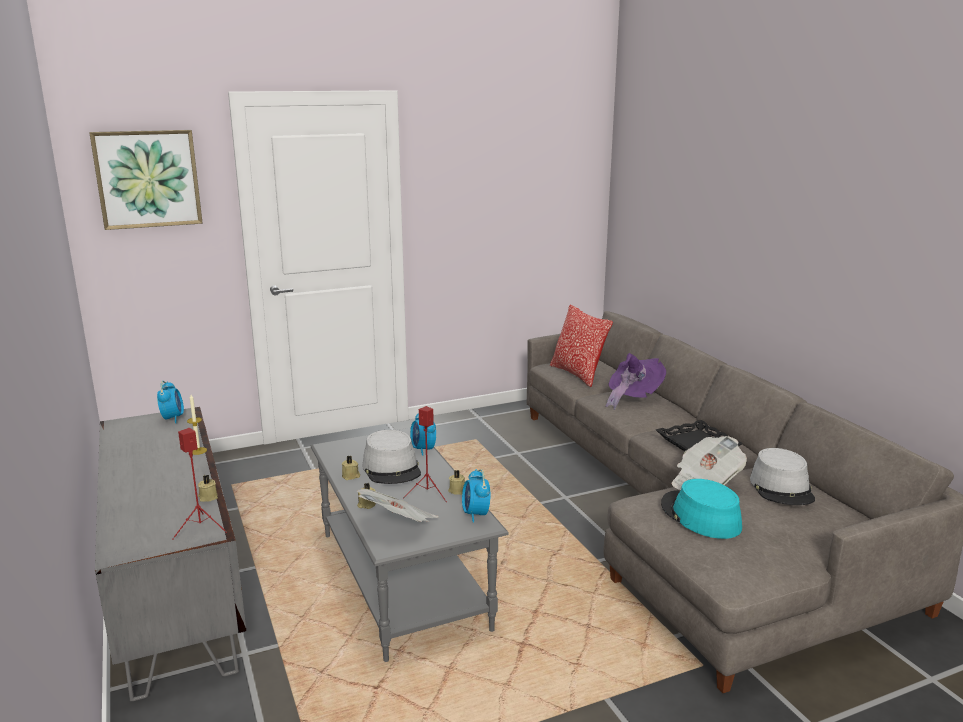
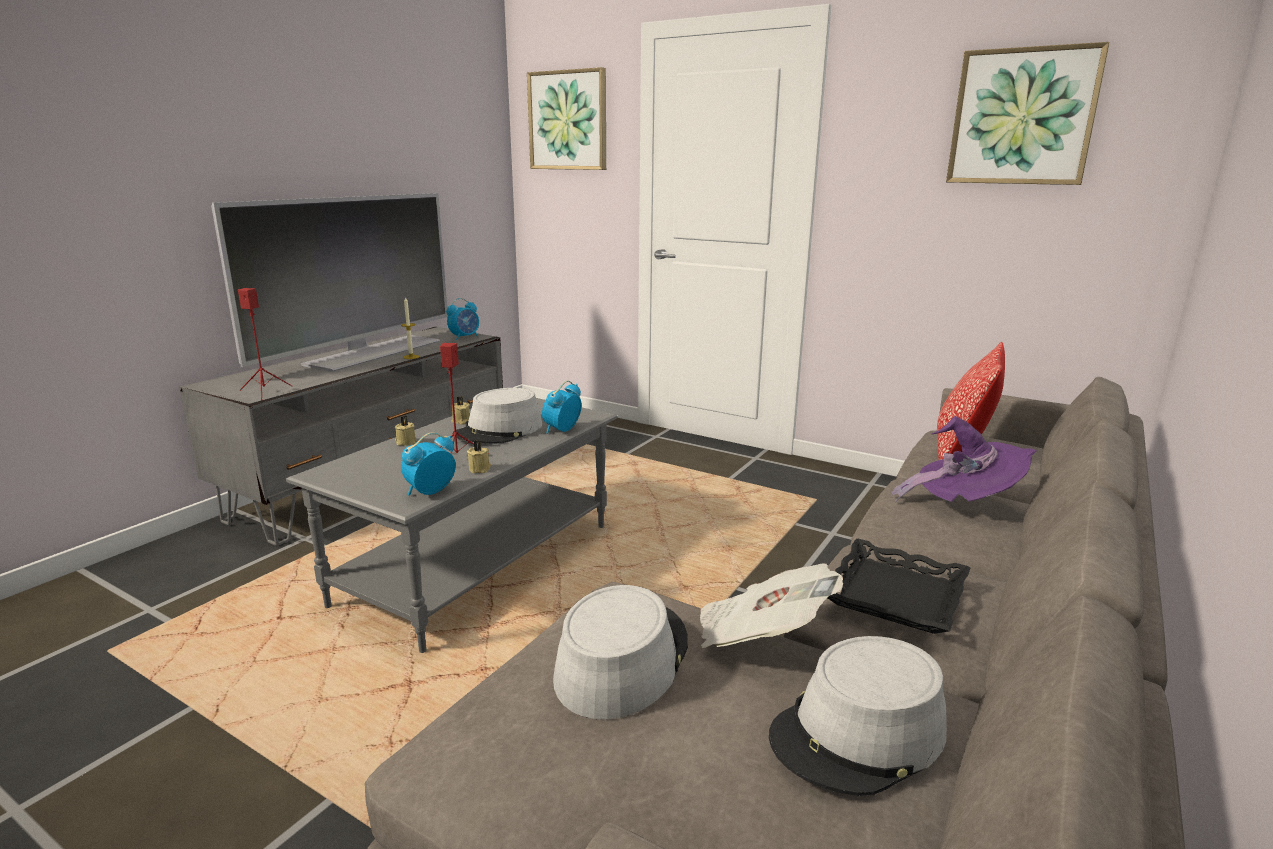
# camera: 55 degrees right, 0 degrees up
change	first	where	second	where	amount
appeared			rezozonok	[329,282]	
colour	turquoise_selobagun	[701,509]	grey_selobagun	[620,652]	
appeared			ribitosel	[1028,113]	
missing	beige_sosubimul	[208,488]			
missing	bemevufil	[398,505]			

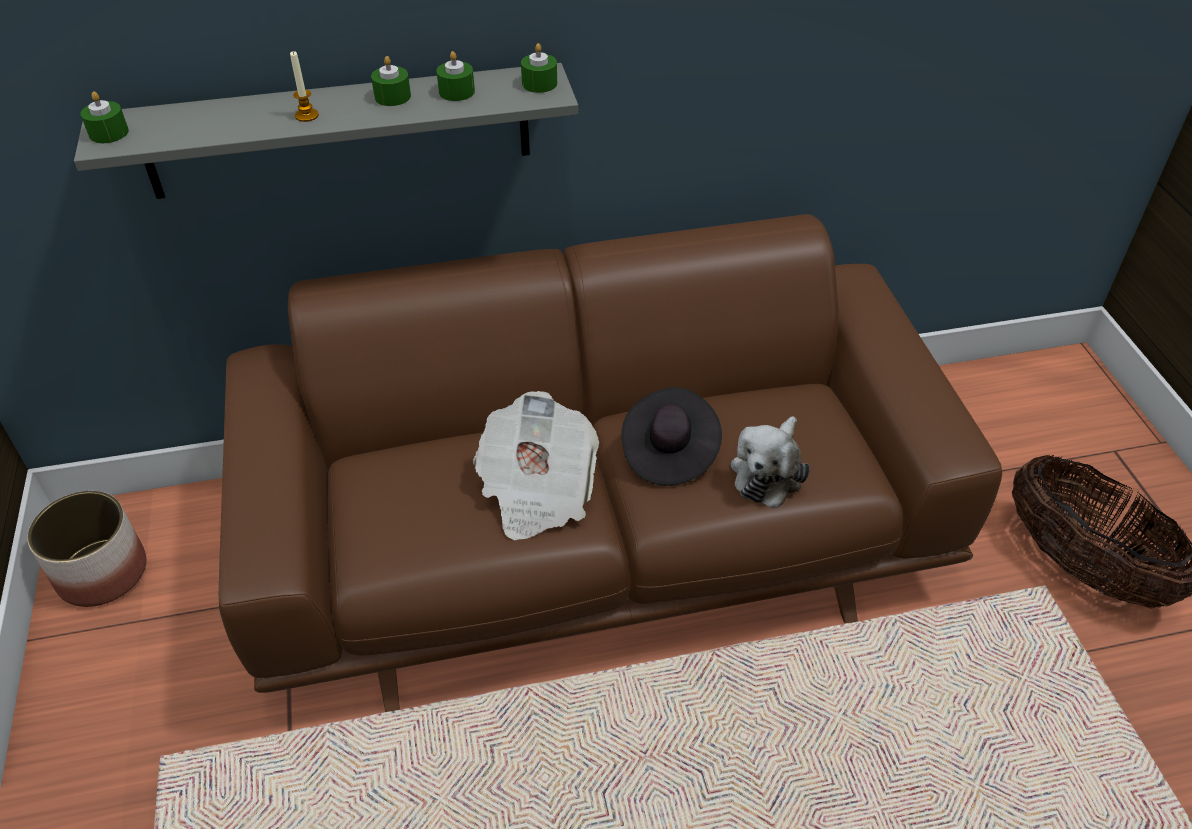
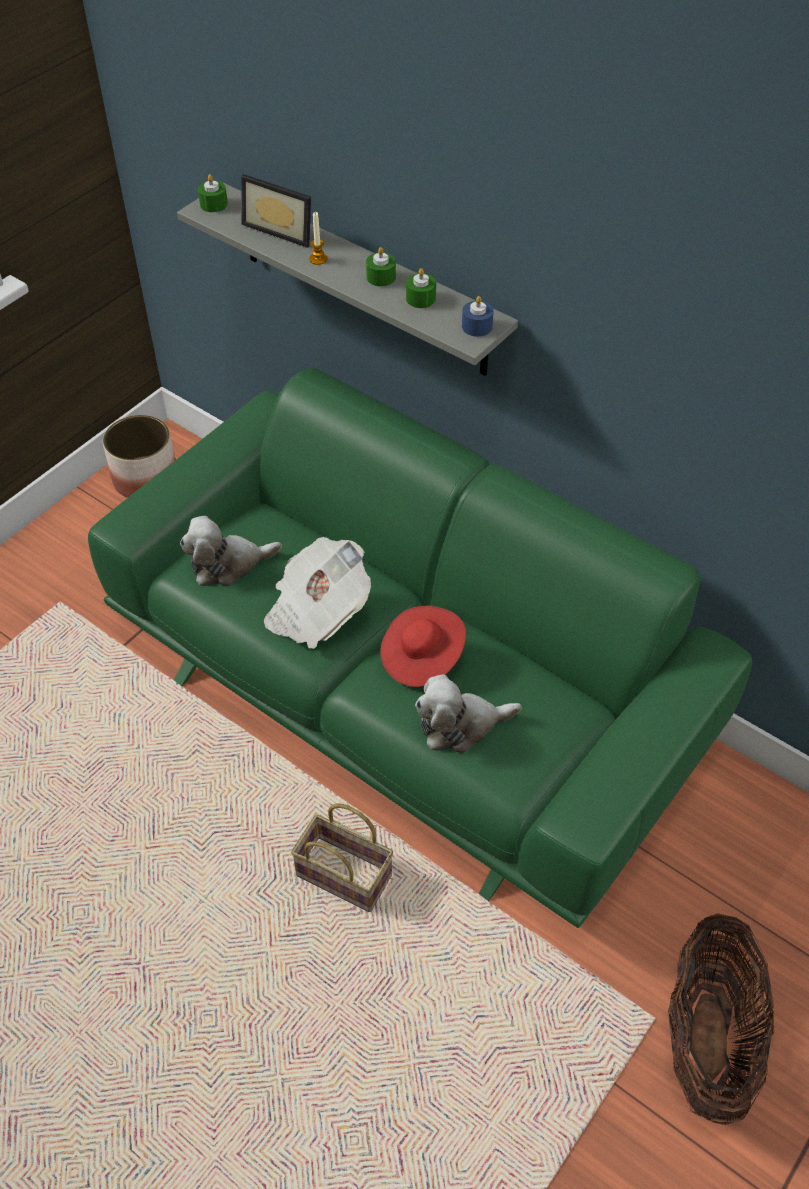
# camera: 50 degrees right, 5 degrees up
change	first	where	second	where	amount
colour	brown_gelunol	[610,463]	green_gelunol	[420,648]	
appeared			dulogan	[231,551]	
appeared			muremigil	[276,211]	
appeared			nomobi	[342,857]	
colour	black_selobagun	[671,436]	red_selobagun	[423,646]	
colour	green_sosubimul	[539,68]	blue_sosubimul	[478,316]	

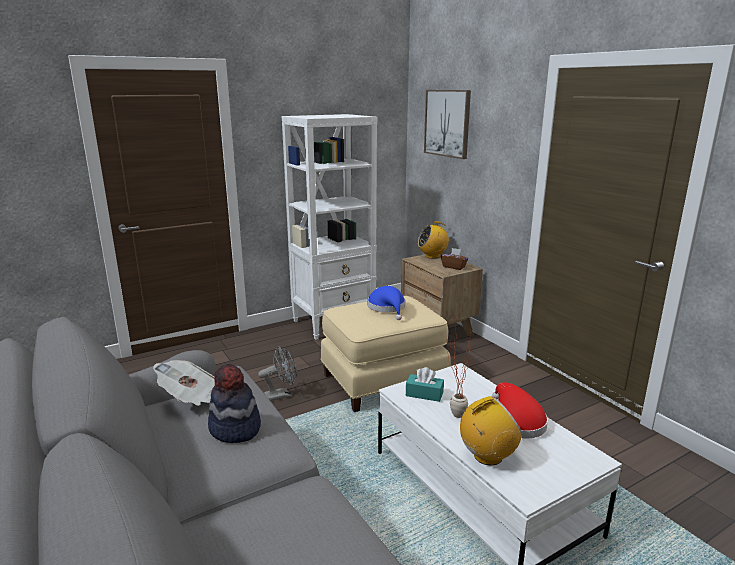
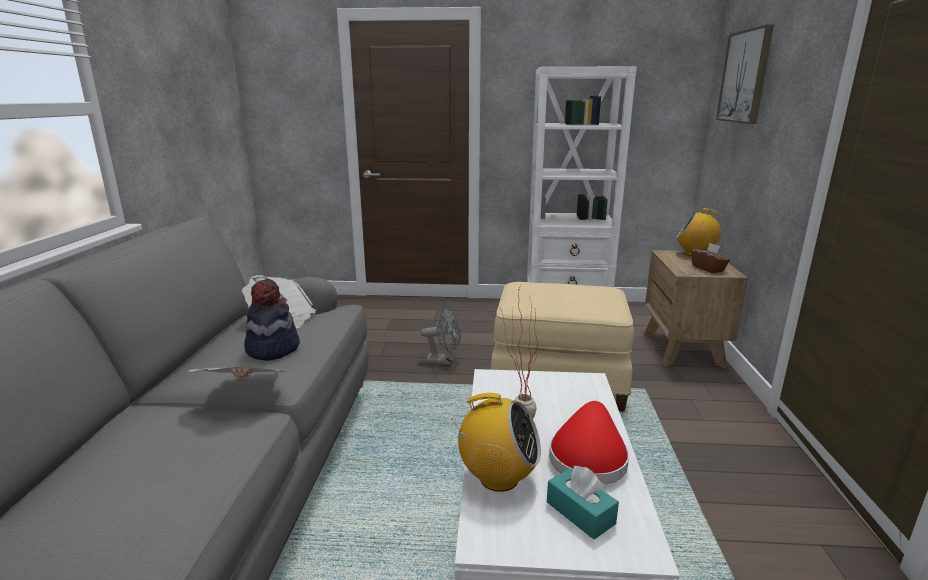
# camera: 35 degrees right, 0 degrees up
change	first	where	second	where	amount
appeared			bemevufil	[236,373]	
relocated	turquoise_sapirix	[425,384]		[583,502]	
missing	blue_selobagun	[386,303]			

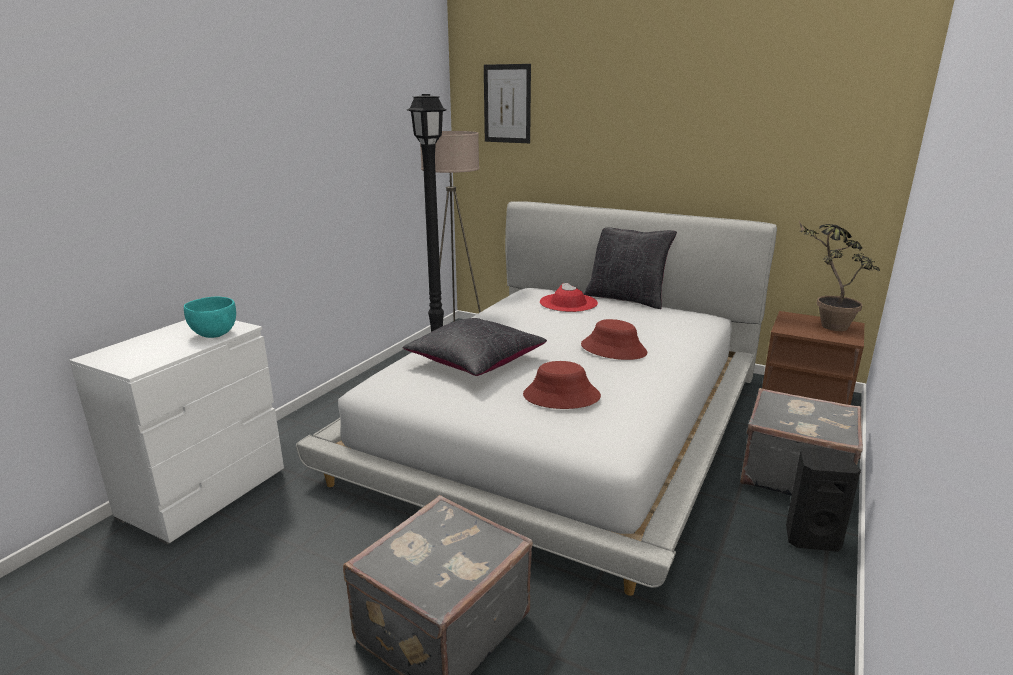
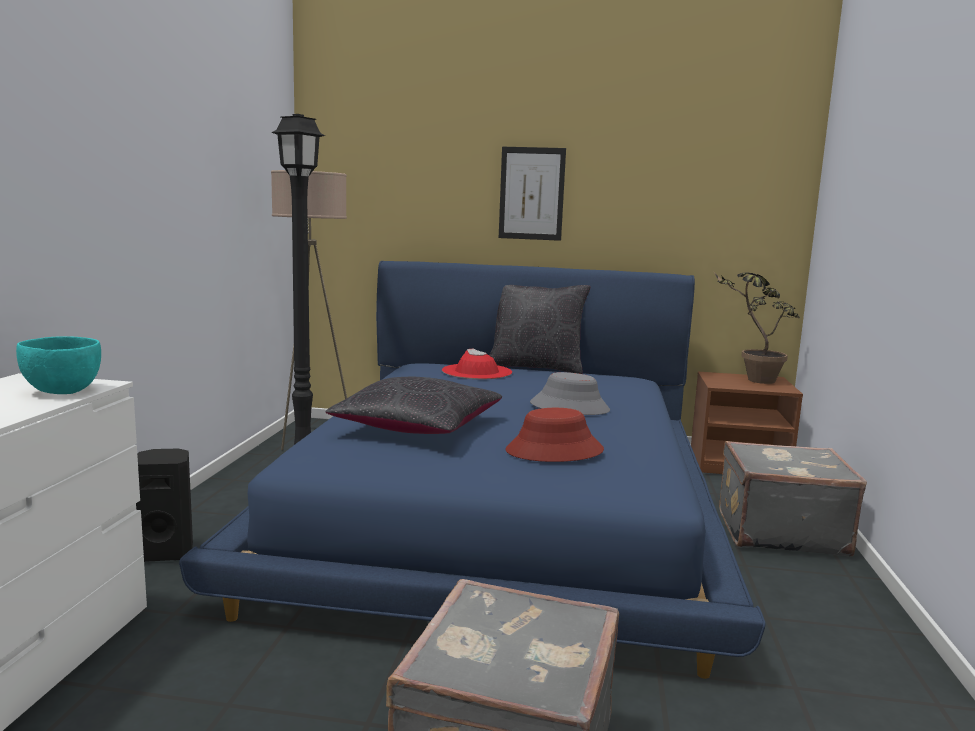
# camera: 20 degrees left, 10 degrees down
change	first	where	second	where	amount
relocated	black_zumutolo	[823,499]		[164,505]	
colour	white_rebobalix	[536,398]	blue_rebobalix	[472,470]	
relocated	ribitosel	[507,103]		[532,194]	
colour	red_selobagun	[614,339]	grey_selobagun	[570,393]	

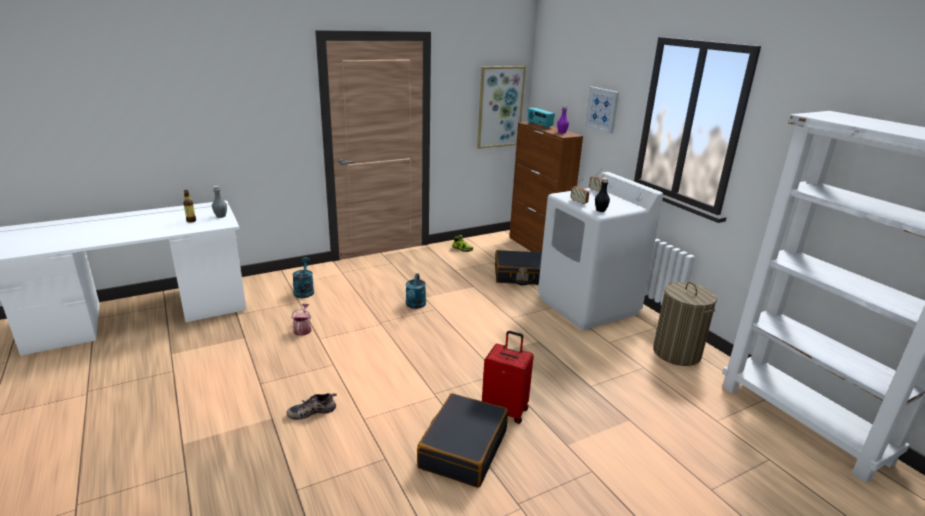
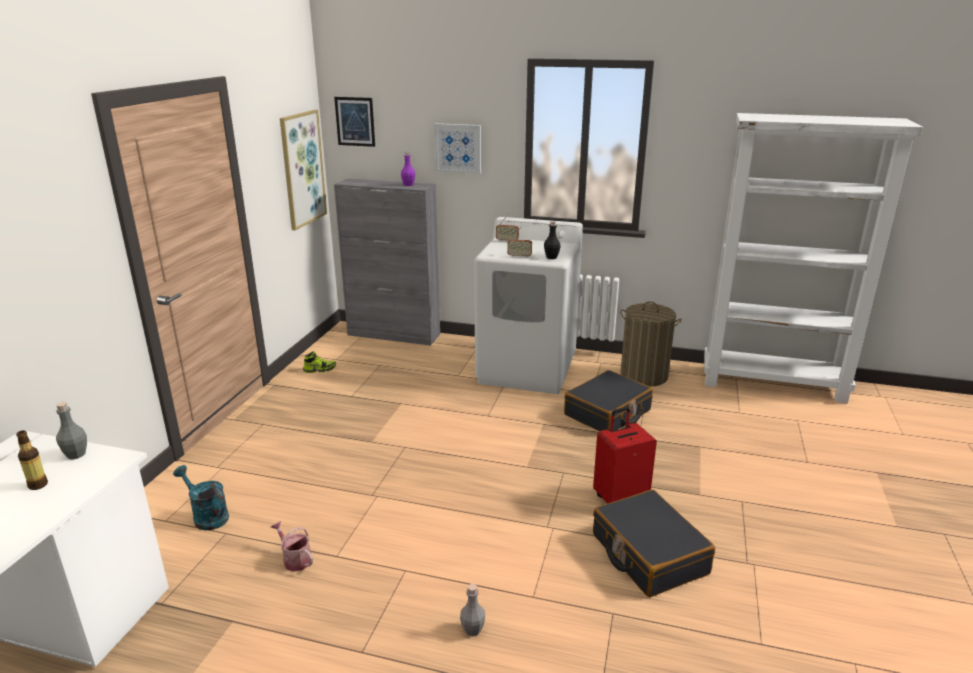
# camera: 45 degrees left, 0 degrees up
change	first	where	second	where	amount
appeared			ribitosel	[354,122]	
colour	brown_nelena	[546,187]	grey_nelena	[387,261]	
exchanged	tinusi	[312,406]	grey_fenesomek	[472,610]	
relocated	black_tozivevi	[518,267]		[608,401]	
missing	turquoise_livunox	[416,291]			
missing	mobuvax	[541,118]			

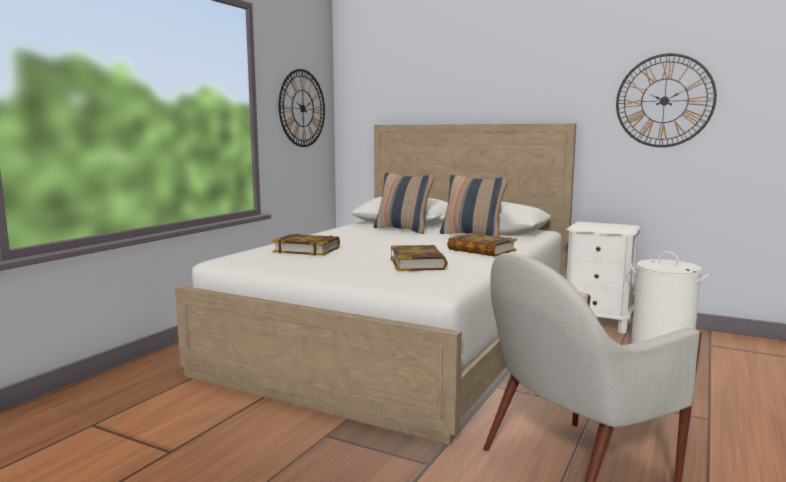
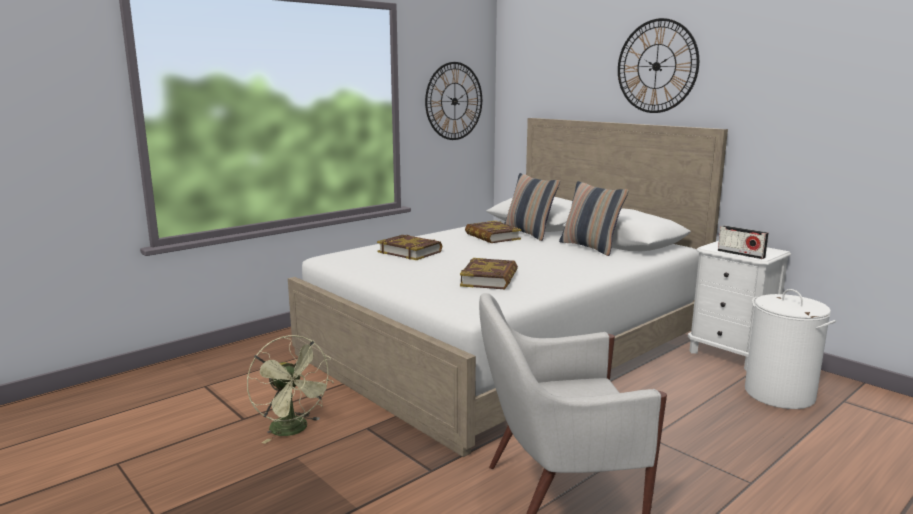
# camera: 20 degrees right, 5 degrees up
change	first	where	second	where	amount
appeared			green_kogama	[290,389]	
relocated	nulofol	[482,244]		[493,232]	
relocated	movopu	[666,100]		[658,65]	
appeared			mobuvax	[743,242]	

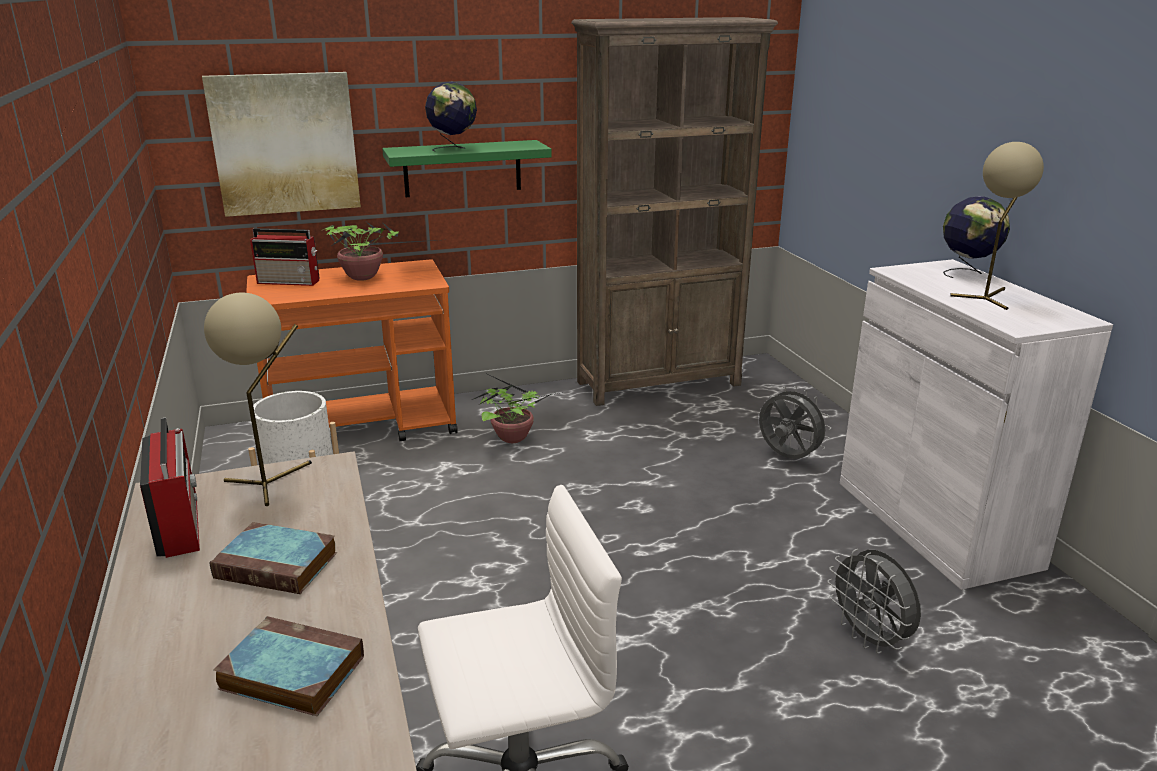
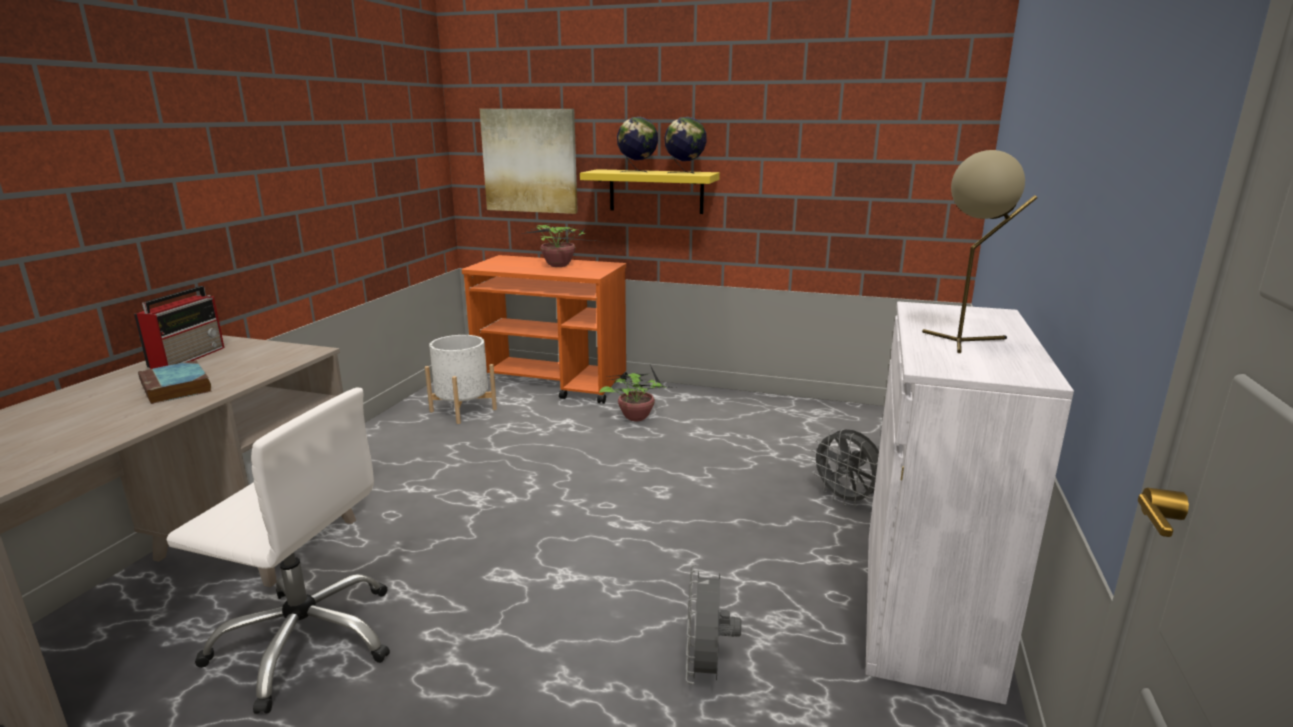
# camera: 35 degrees right, 5 degrees down
change	first	where	second	where	amount
colour	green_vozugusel	[467,168]	yellow_vozugusel	[650,191]	
relocated	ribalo	[976,237]		[685,145]	
spun	grey_kogama	[795,422]		[844,468]	150 degrees clockwise
missing	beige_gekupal	[258,399]			
missing	nulofol	[289,666]			
missing	mobuvax	[285,257]			
missing	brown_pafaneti	[674,211]			

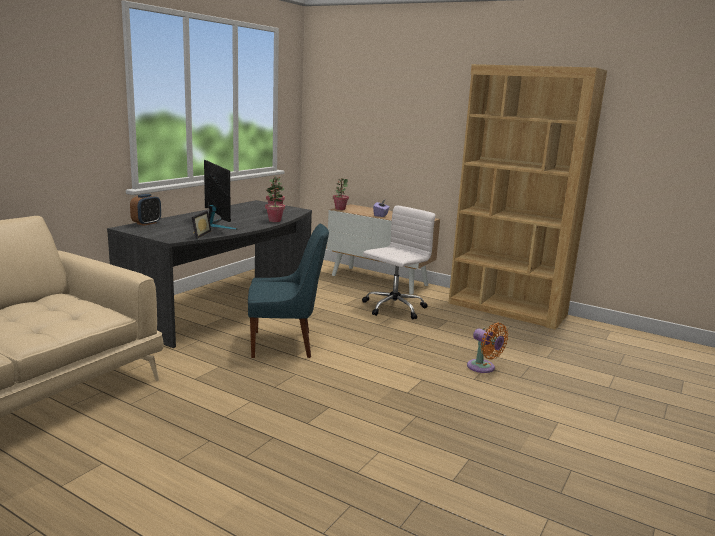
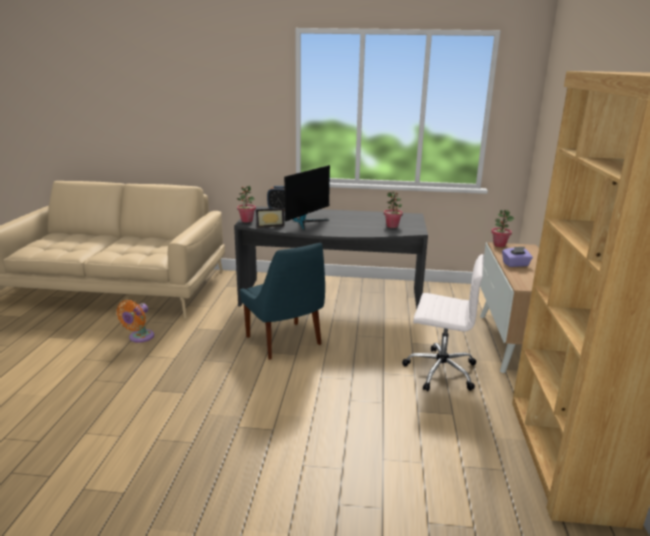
# camera: 65 degrees right, 5 degrees up
change	first	where	second	where	amount
relocated	orange_kogama	[487,348]		[135,321]	
relocated	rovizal	[275,202]		[246,204]	

